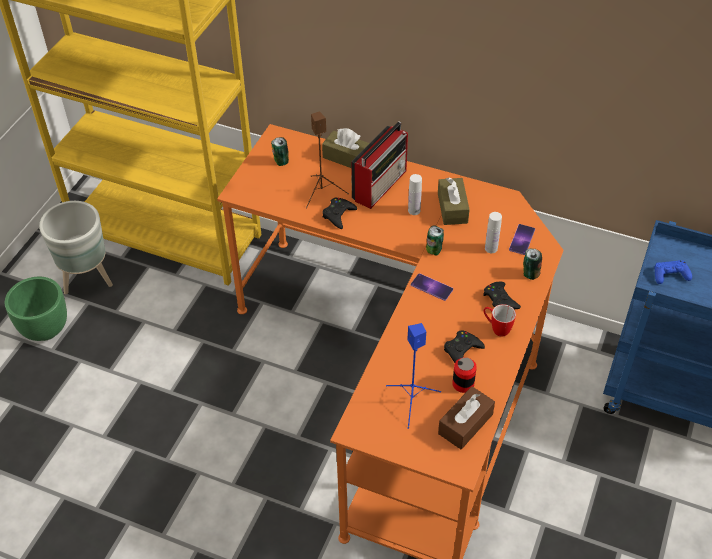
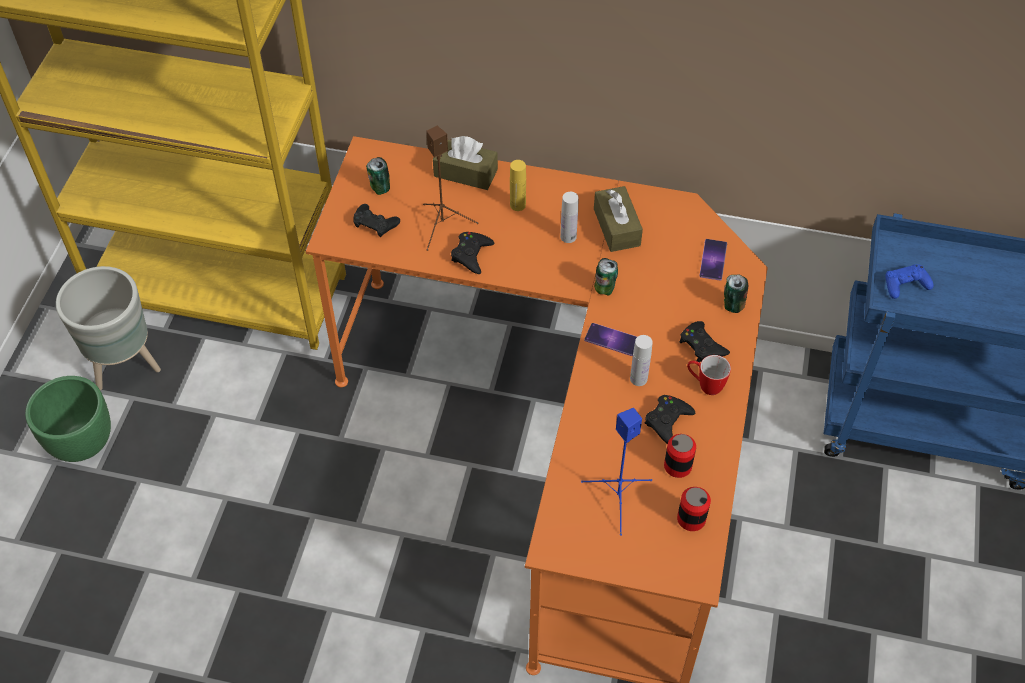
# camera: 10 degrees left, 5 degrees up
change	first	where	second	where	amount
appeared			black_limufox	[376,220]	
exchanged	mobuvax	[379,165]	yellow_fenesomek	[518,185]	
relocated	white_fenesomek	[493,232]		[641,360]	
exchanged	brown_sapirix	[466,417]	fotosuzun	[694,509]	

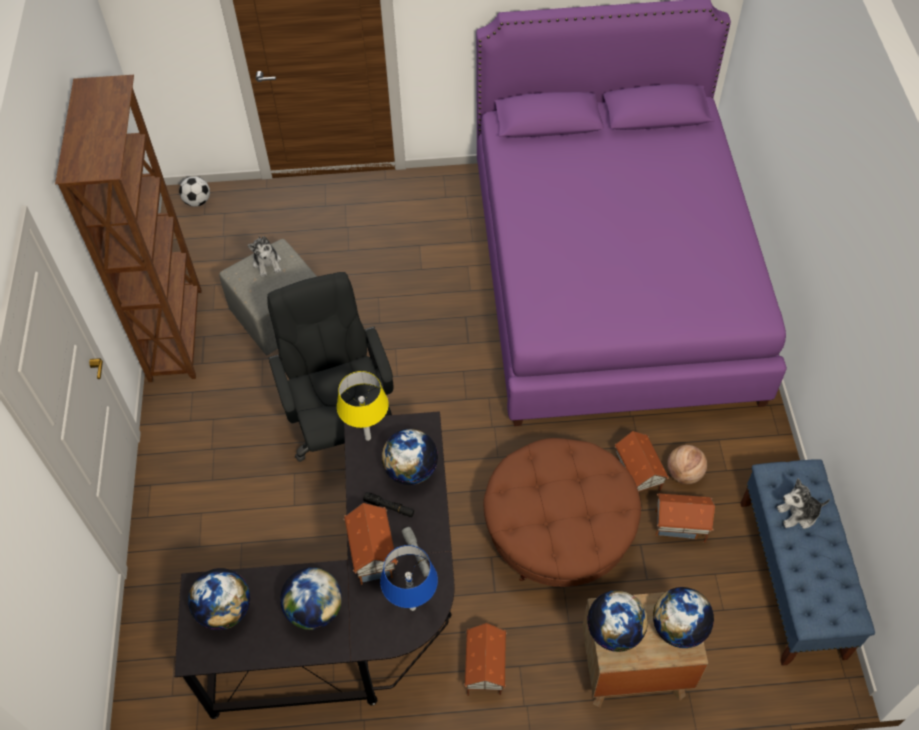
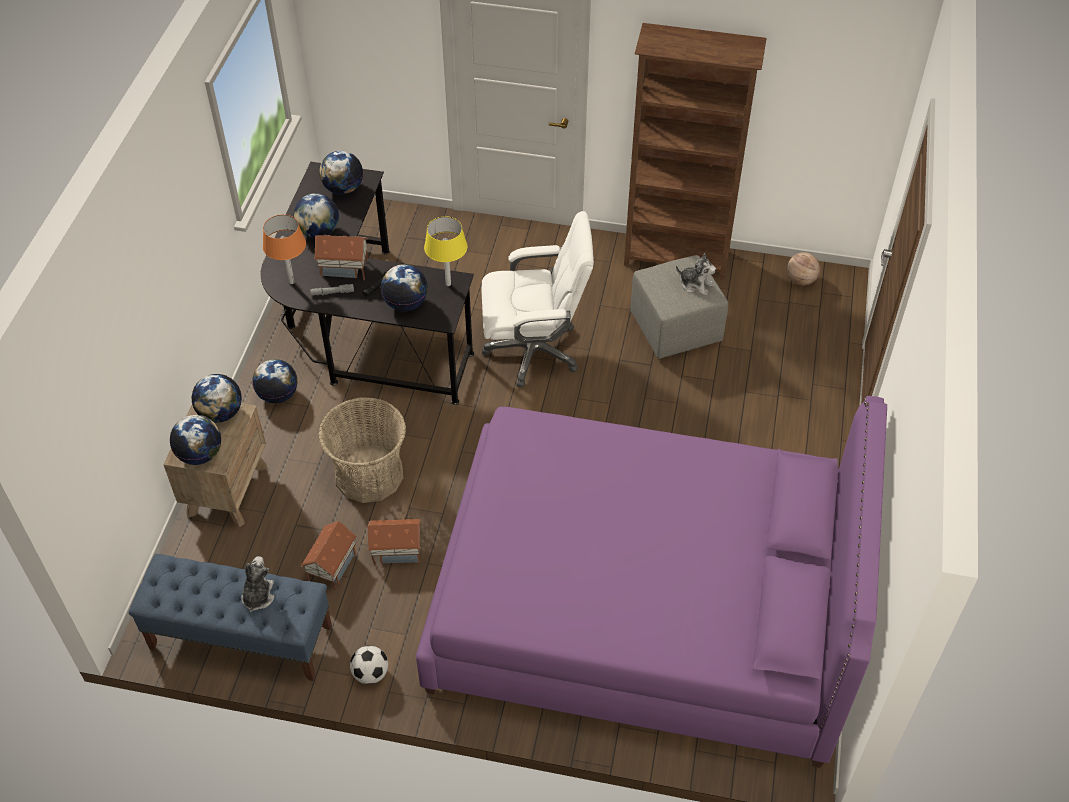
# camera: 105 degrees right, 5 degrees down
change	first	where	second	where	amount
exchanged	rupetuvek	[485,659]	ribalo	[274,381]	
colour	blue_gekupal	[409,578]	orange_gekupal	[284,249]	
exchanged	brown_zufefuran	[562,512]	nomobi	[362,450]	
relocated	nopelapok	[194,191]		[369,665]	
colour	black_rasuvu	[330,367]	white_rasuvu	[538,299]	
spun	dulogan	[264,256]		[696,274]	150 degrees counterclockwise
relocated	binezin	[687,464]		[803,268]	

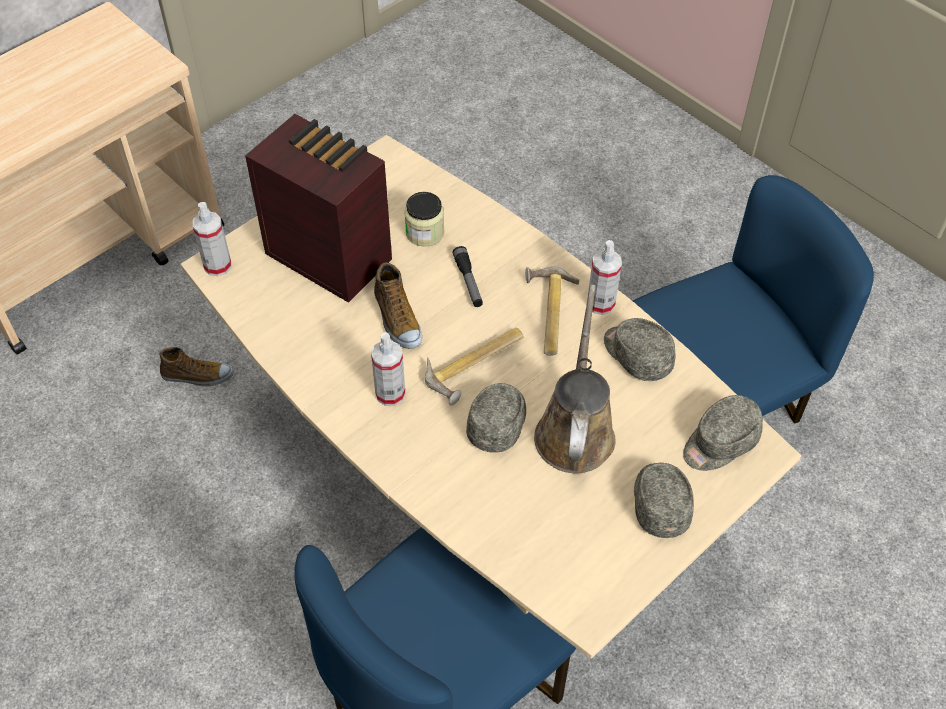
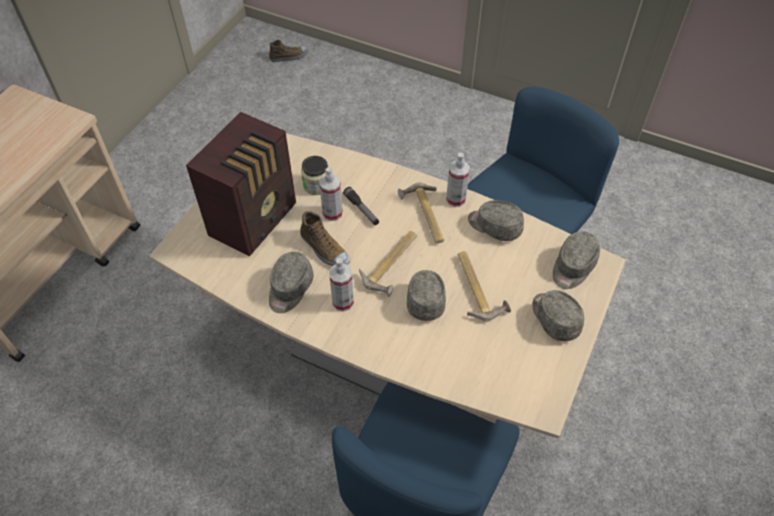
# camera: 20 degrees left, 0 degrees up
change	first	where	second	where	amount
spun	mobuvax	[318,208]		[241,184]	105 degrees clockwise
relocated	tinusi	[196,367]		[289,51]	
appeared			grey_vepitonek	[291,282]	
relocated	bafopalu	[212,239]		[331,194]	
exchanged	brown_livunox	[574,379]	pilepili	[484,286]	

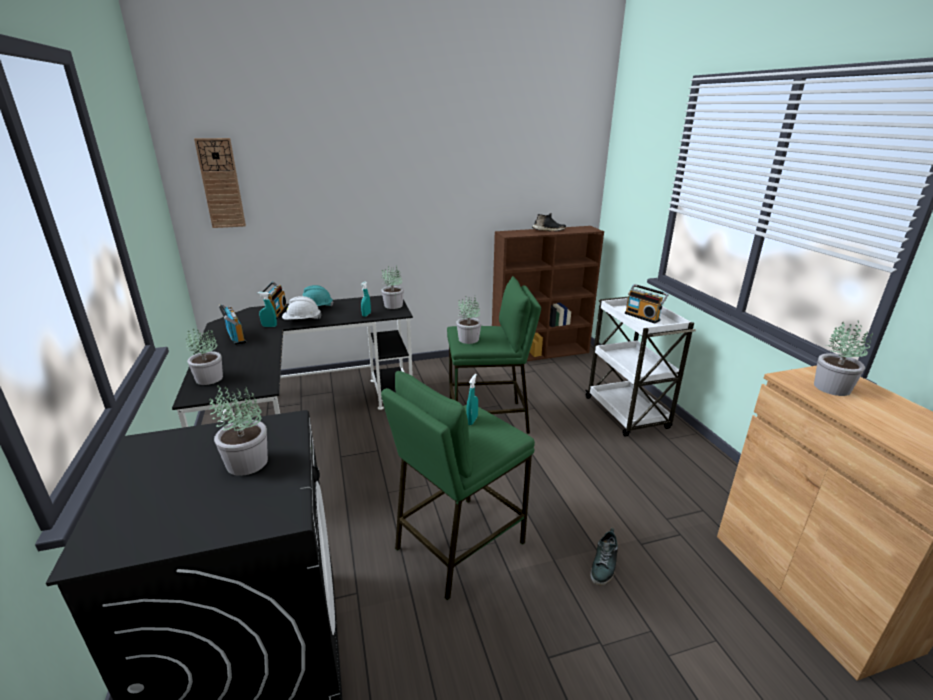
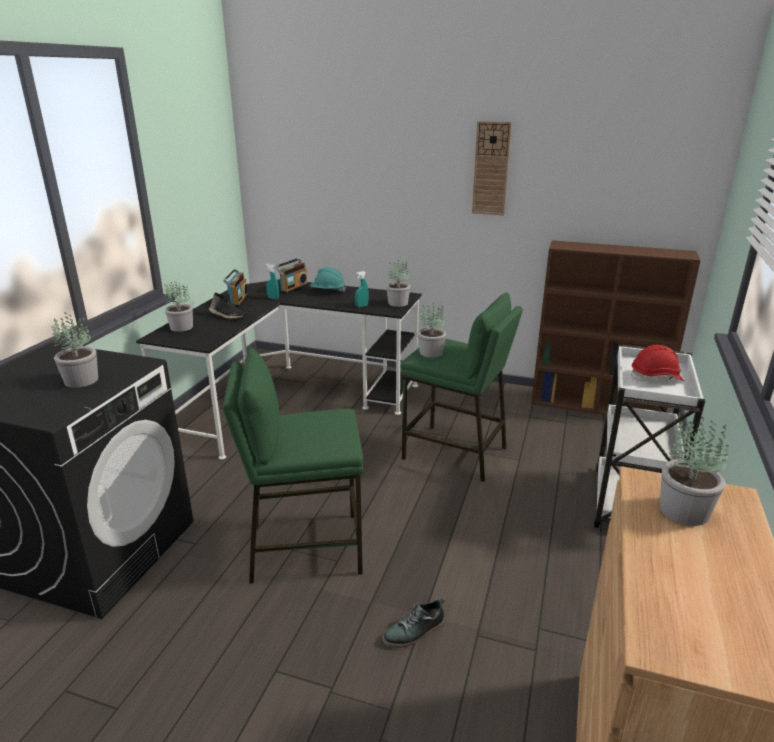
# camera: 35 degrees right, 0 degrees up
change	first	where	second	where	amount
relocated	black_tinusi	[549,222]		[227,305]	
relocated	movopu	[220,183]		[492,168]	
exchanged	mobuvax	[646,304]	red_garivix	[657,363]	
missing	white_garivix	[301,308]			
missing	turquoise_bafopalu	[472,399]			

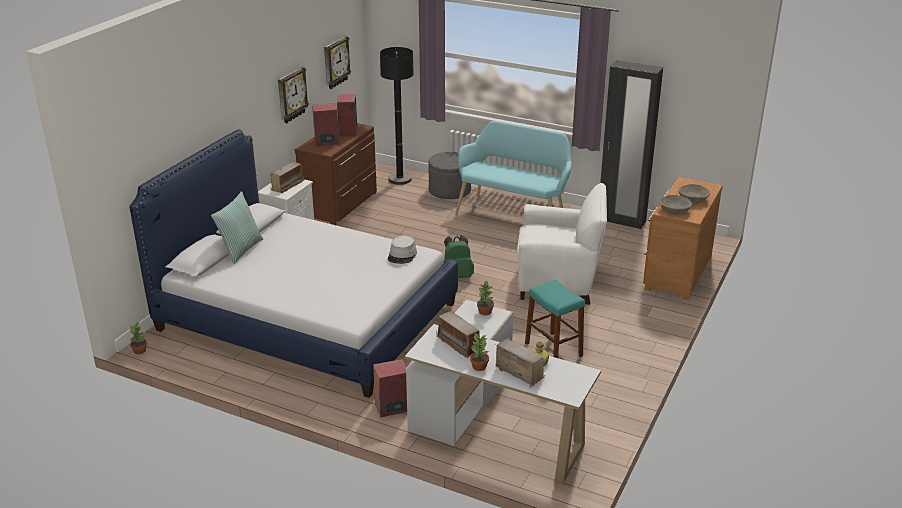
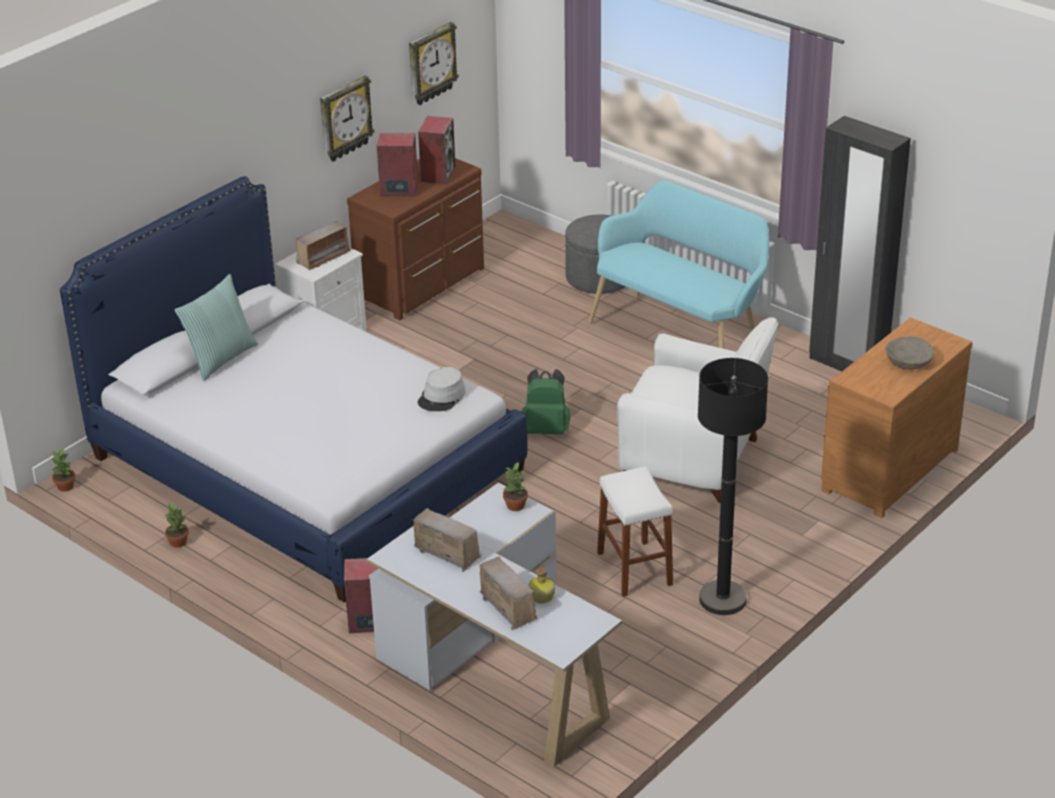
# camera: 15 degrees right, 5 degrees up
change	first	where	second	where	amount
relocated	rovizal	[479,352]		[177,524]	
spun	mobuvax	[459,334]		[446,540]	150 degrees clockwise
colour	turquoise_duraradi	[555,319]	white_duraradi	[635,532]	
relocated	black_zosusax	[397,116]		[733,486]	
missing	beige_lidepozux	[675,205]			

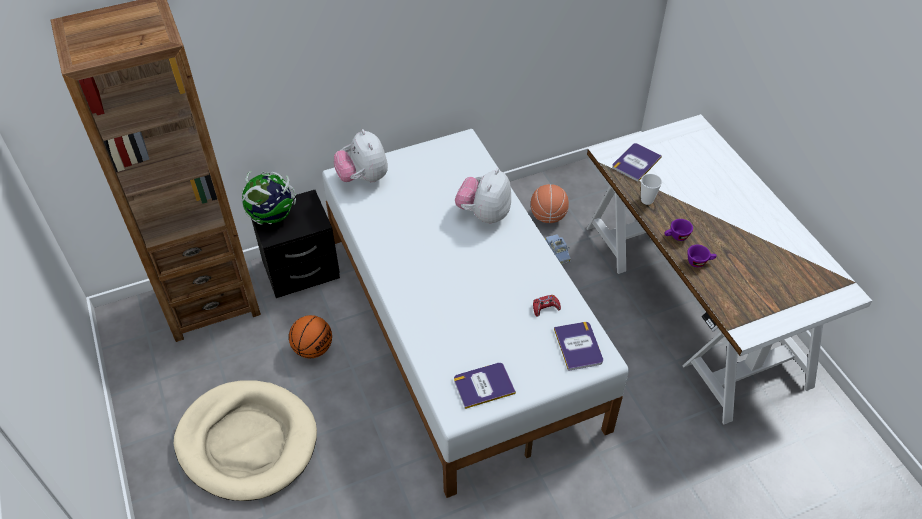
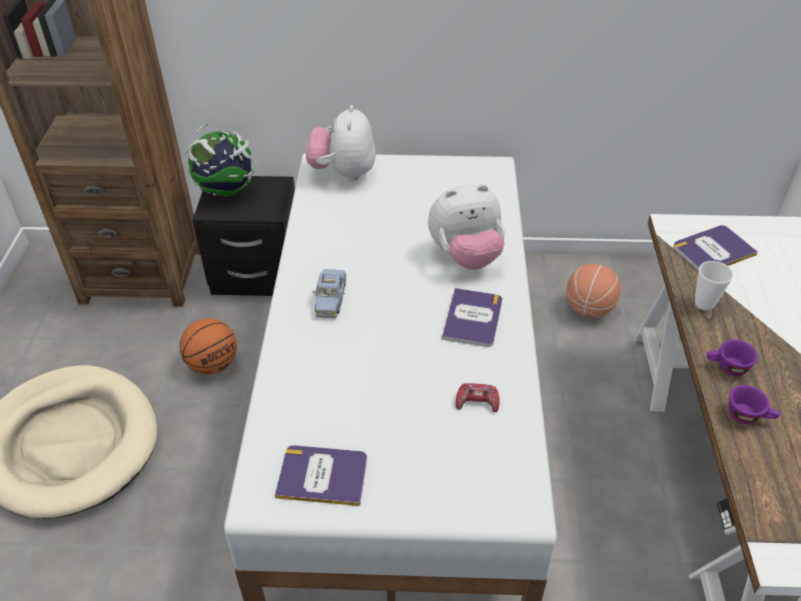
# camera: 25 degrees right, 5 degrees down
change	first	where	second	where	amount
relocated	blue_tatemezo	[558,249]		[329,294]	
spun	dulogan	[483,196]		[466,227]	150 degrees counterclockwise
relocated	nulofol	[578,346]		[472,317]	

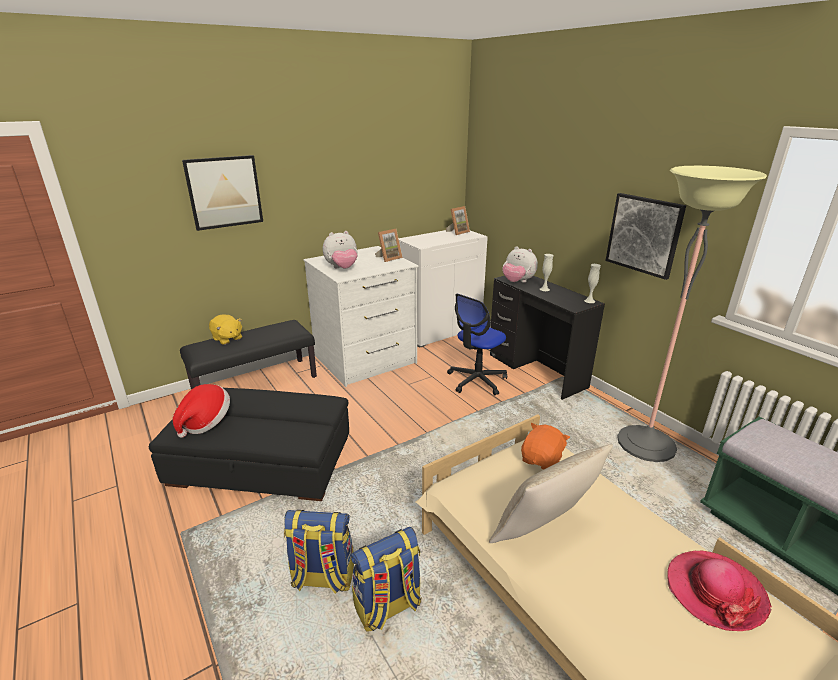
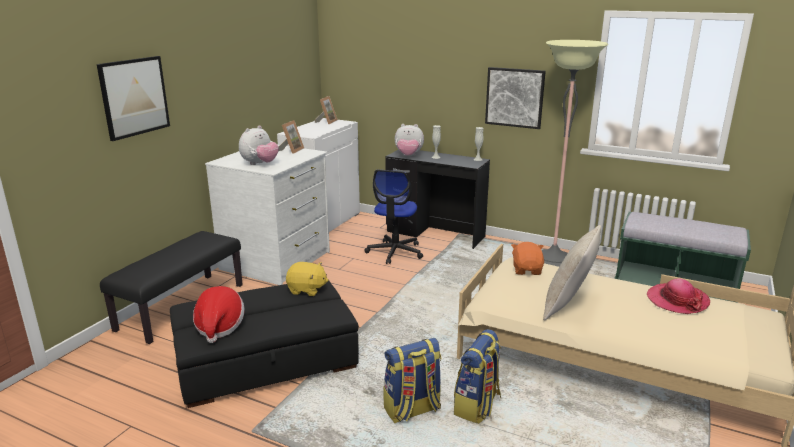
# camera: 30 degrees left, 5 degrees down
change	first	where	second	where	amount
relocated	yellow_dulogan	[225,330]		[307,279]	

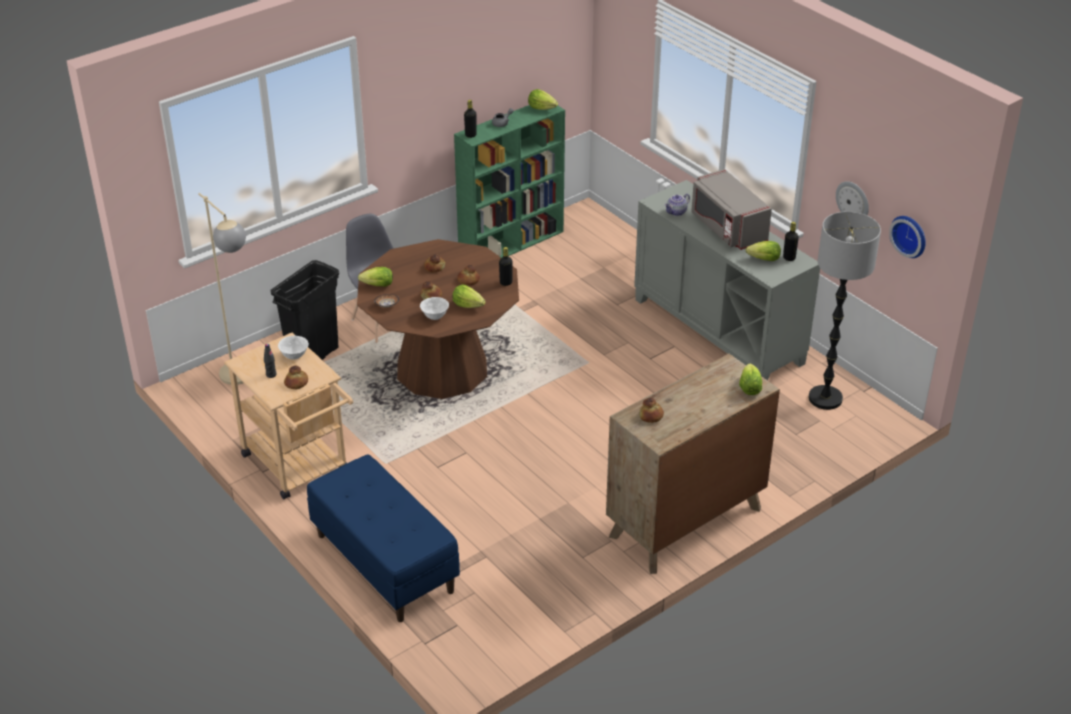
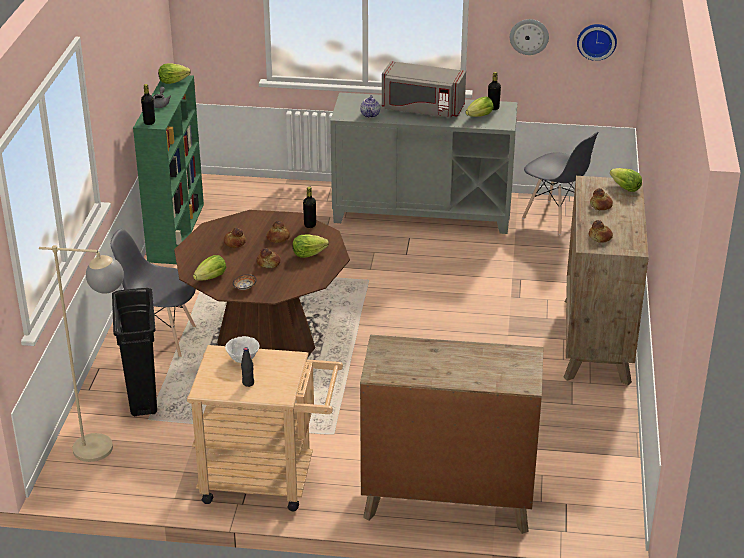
# camera: 45 degrees left, 5 degrees down
change	first	where	second	where	amount
exchanged	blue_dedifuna	[383,538]	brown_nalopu	[452,434]	
exchanged	zosusax	[845,311]	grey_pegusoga	[560,183]	
relocated	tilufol	[296,377]		[601,199]	
missing	white_lidepozux	[434,308]			

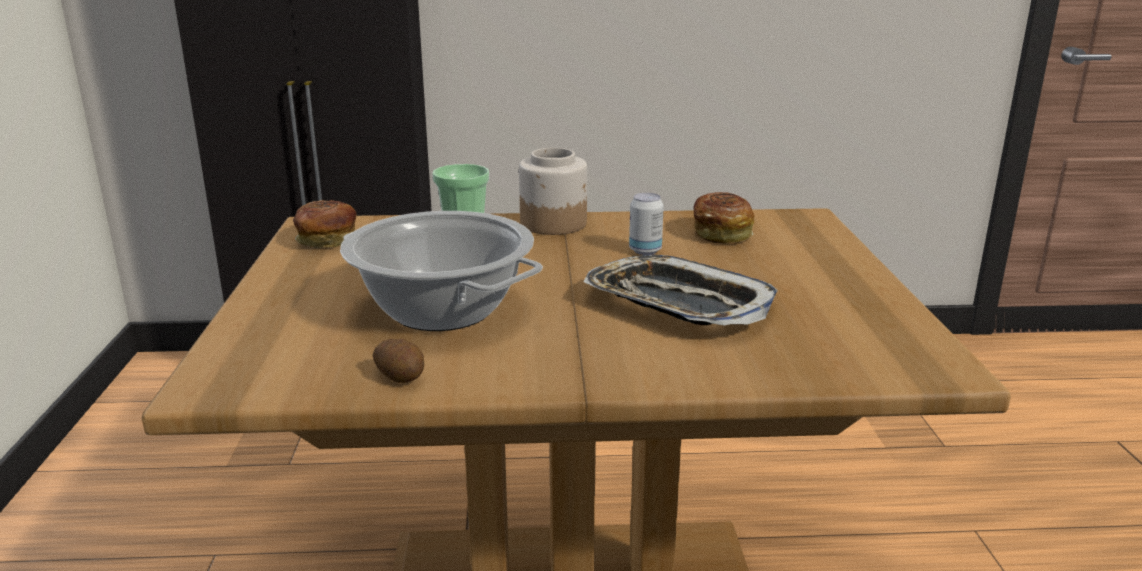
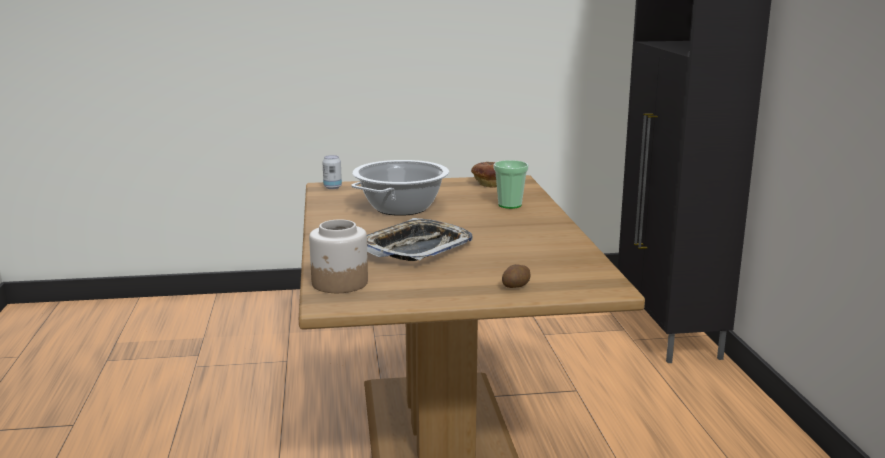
# camera: 85 degrees right, 5 degrees down
change	first	where	second	where	amount
relocated	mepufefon	[553,191]		[338,256]	
relocated	fotosuzun	[646,224]		[332,172]	
relocated	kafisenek	[398,361]		[516,276]	
missing	tilufol	[723,218]			

